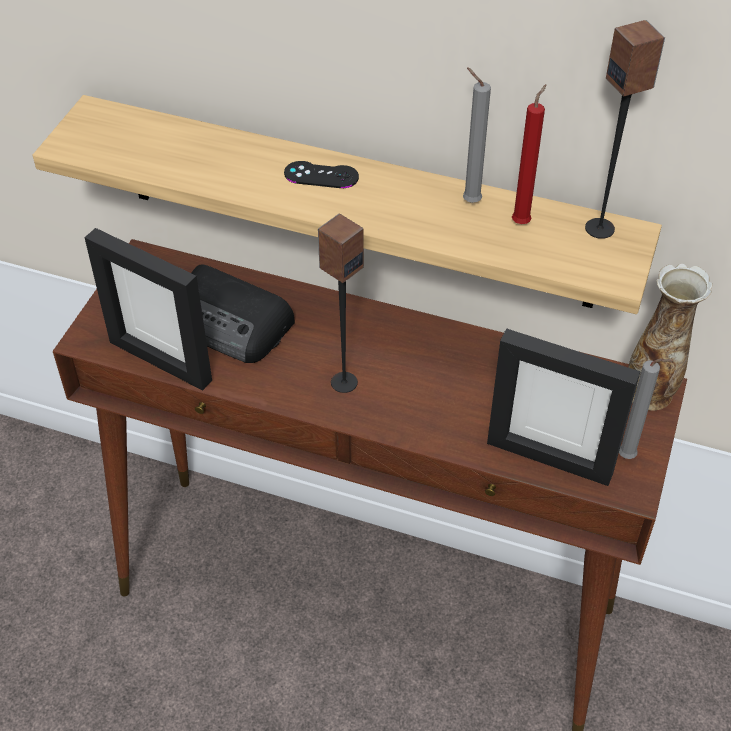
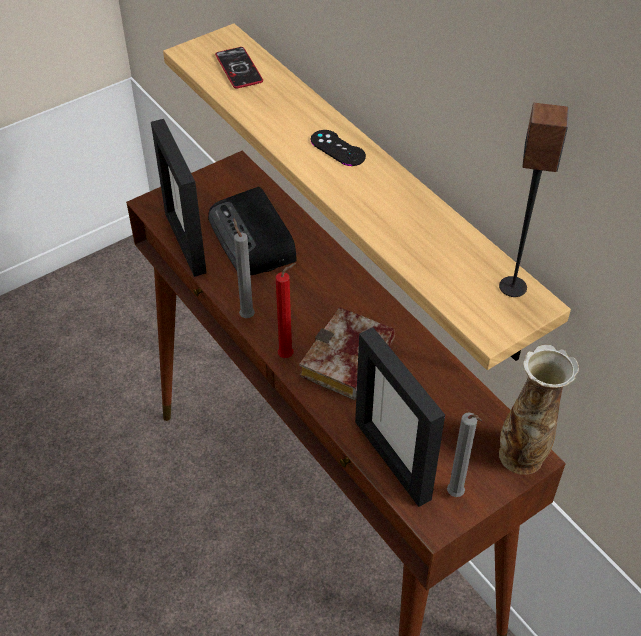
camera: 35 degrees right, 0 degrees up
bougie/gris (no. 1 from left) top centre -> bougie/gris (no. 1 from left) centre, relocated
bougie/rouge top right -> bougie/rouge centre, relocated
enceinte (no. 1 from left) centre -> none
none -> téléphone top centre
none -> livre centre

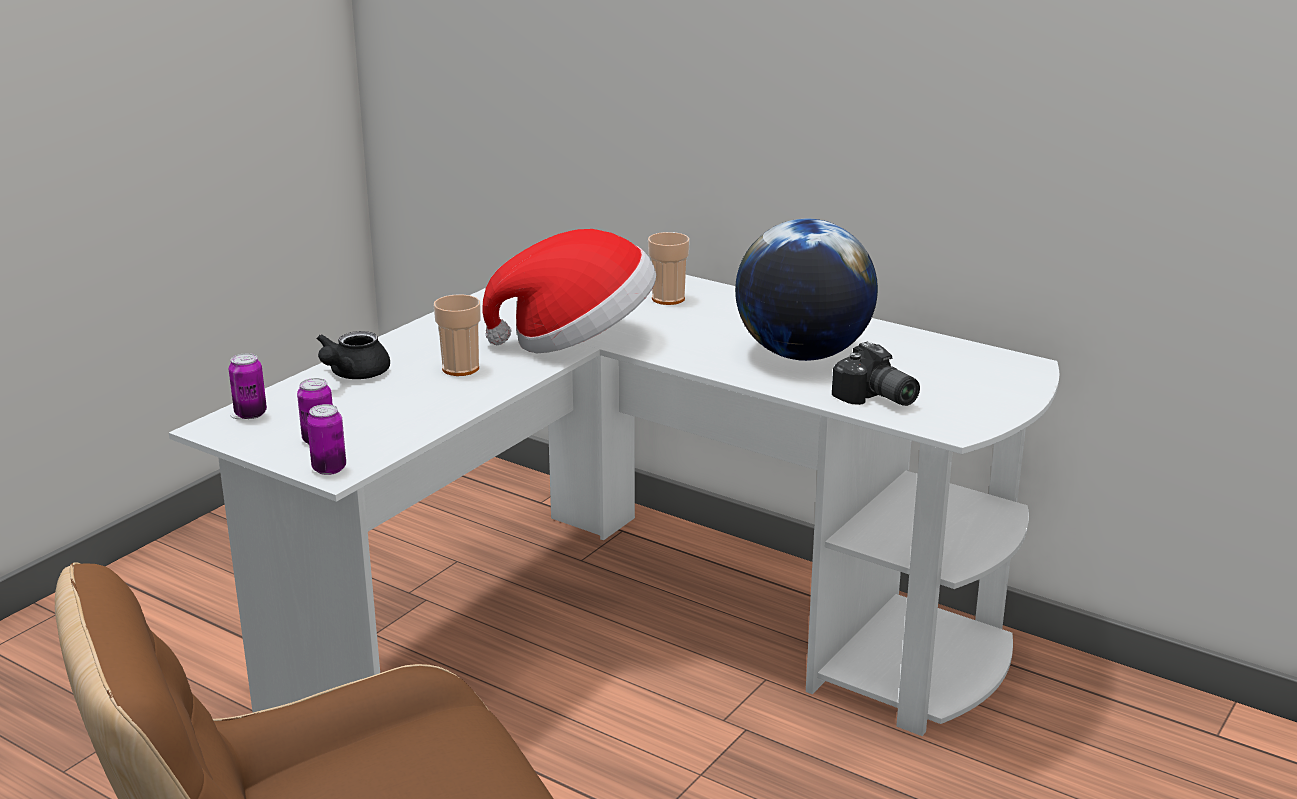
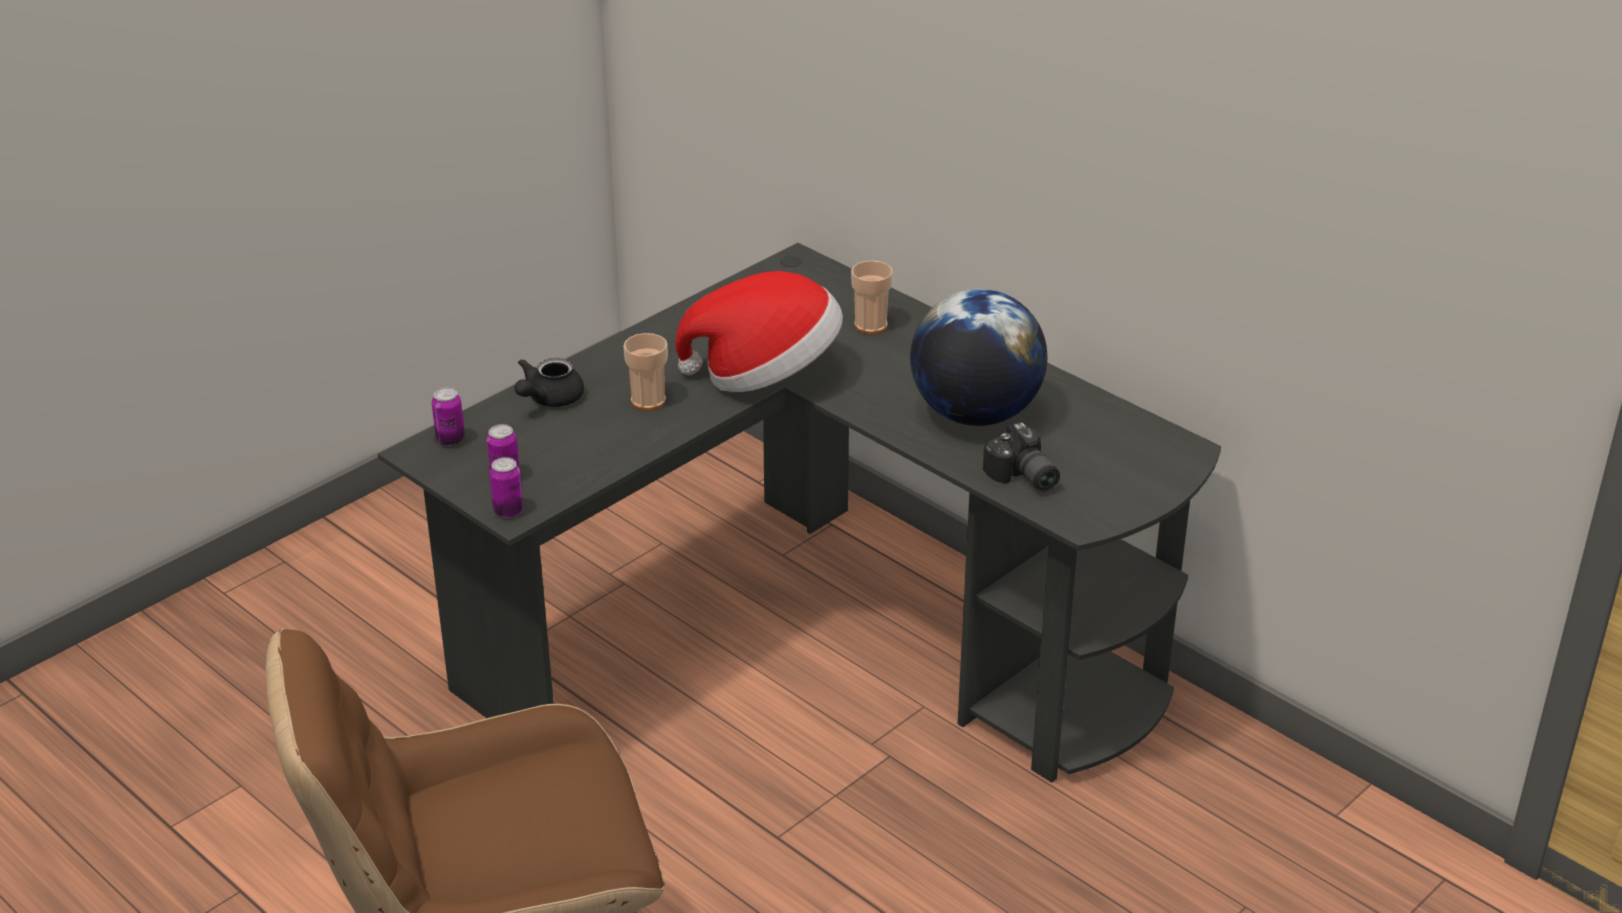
camera: 10 degrees right, 10 degrees up
bureau/blanc centre -> bureau/noir centre

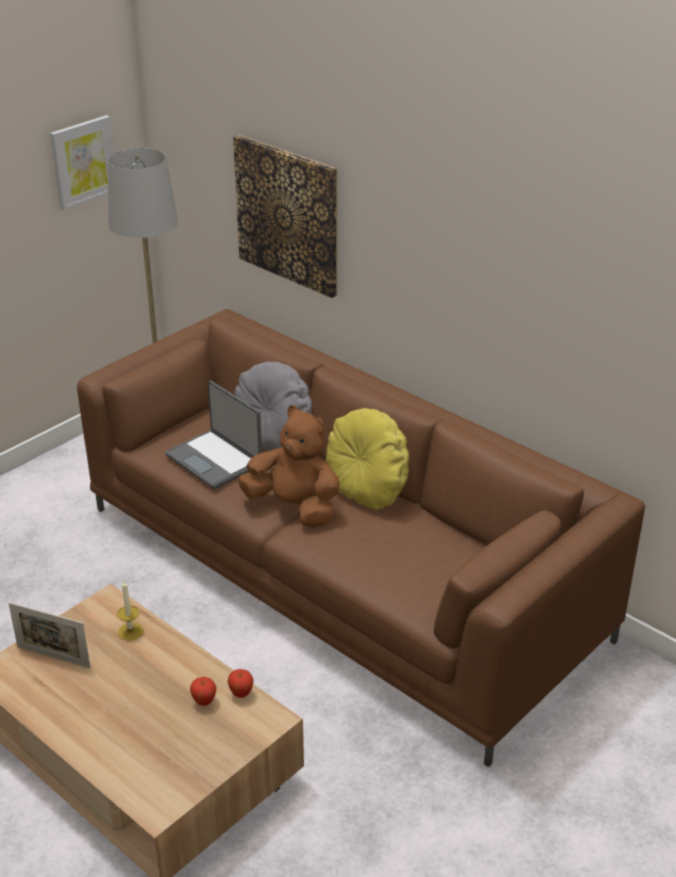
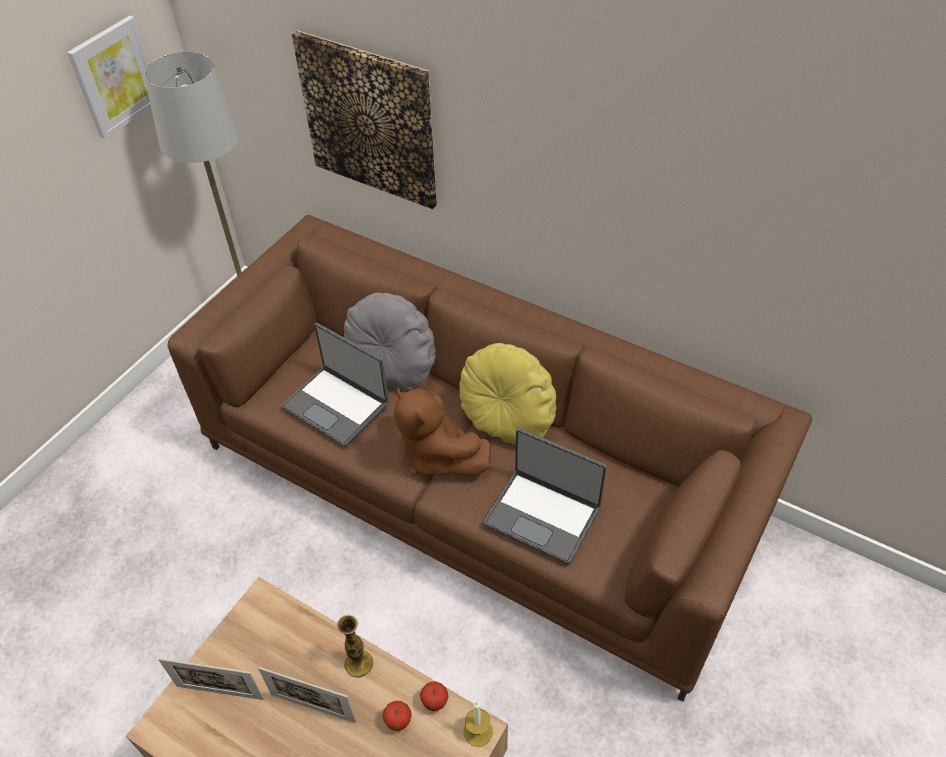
camera: 10 degrees left, 15 degrees up
peluche/marron centre, 150 degrees counterclockwise
bougie bottom left -> bougie bottom centre, relocated
none -> ordinateur portable (no. 2 from left) centre
none -> vase bottom centre
none -> cadre photo (no. 2 from left) bottom left

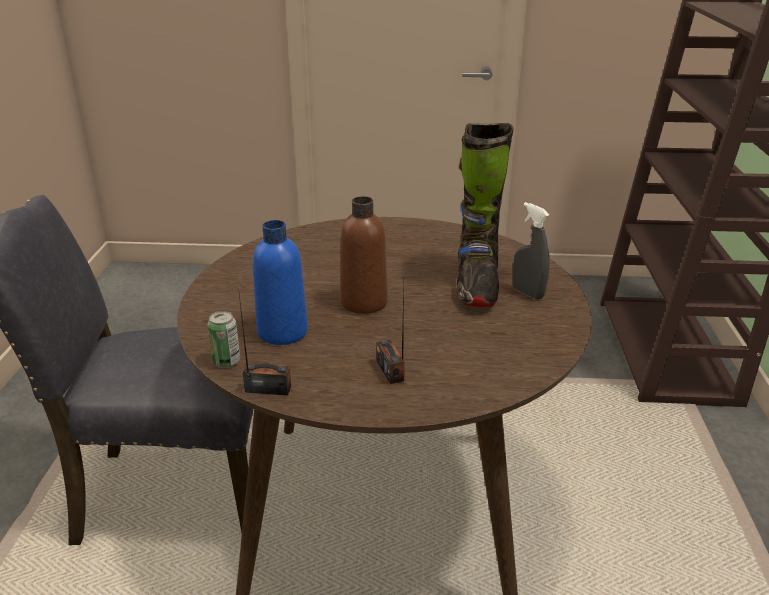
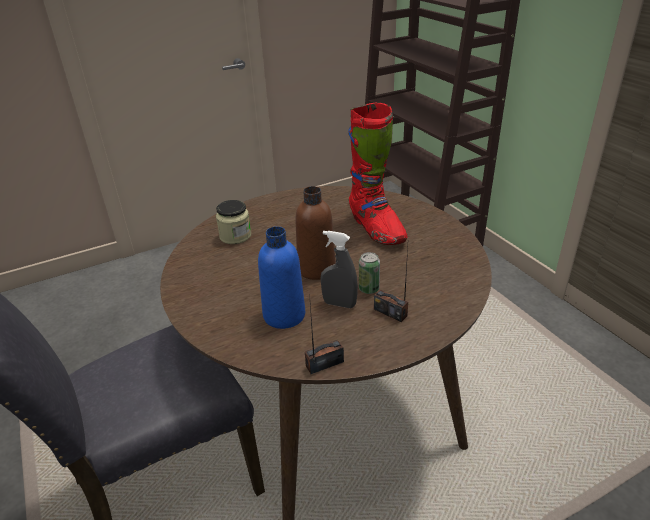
camera: 30 degrees left, 5 degrees up
botte/noir centre -> botte/rouge top centre
vaporisateur/gris middle right -> vaporisateur/gris centre, relocated
boîte métallique middle left -> boîte métallique centre, relocated
none -> bocal centre

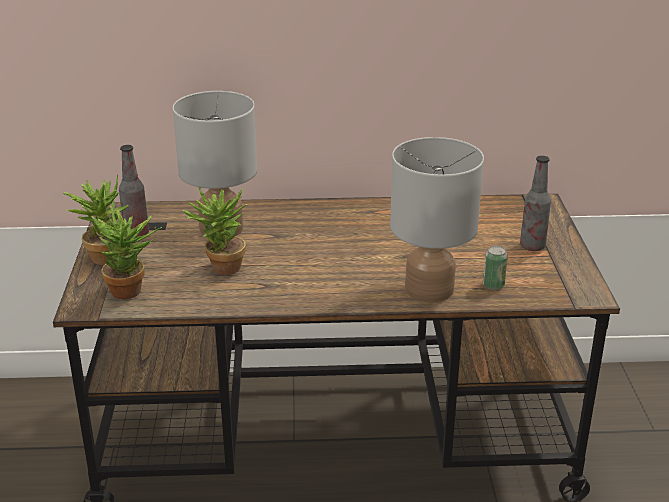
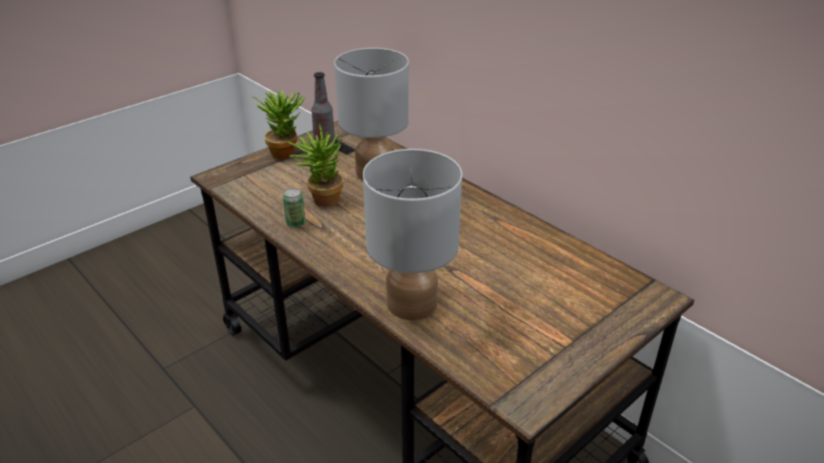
camera: 50 degrees right, 5 degrees up
bouteille (no. 2 from left) middle right -> none
plante en pot (no. 2 from left) middle left -> none
boîte métallique middle right -> boîte métallique centre, relocated

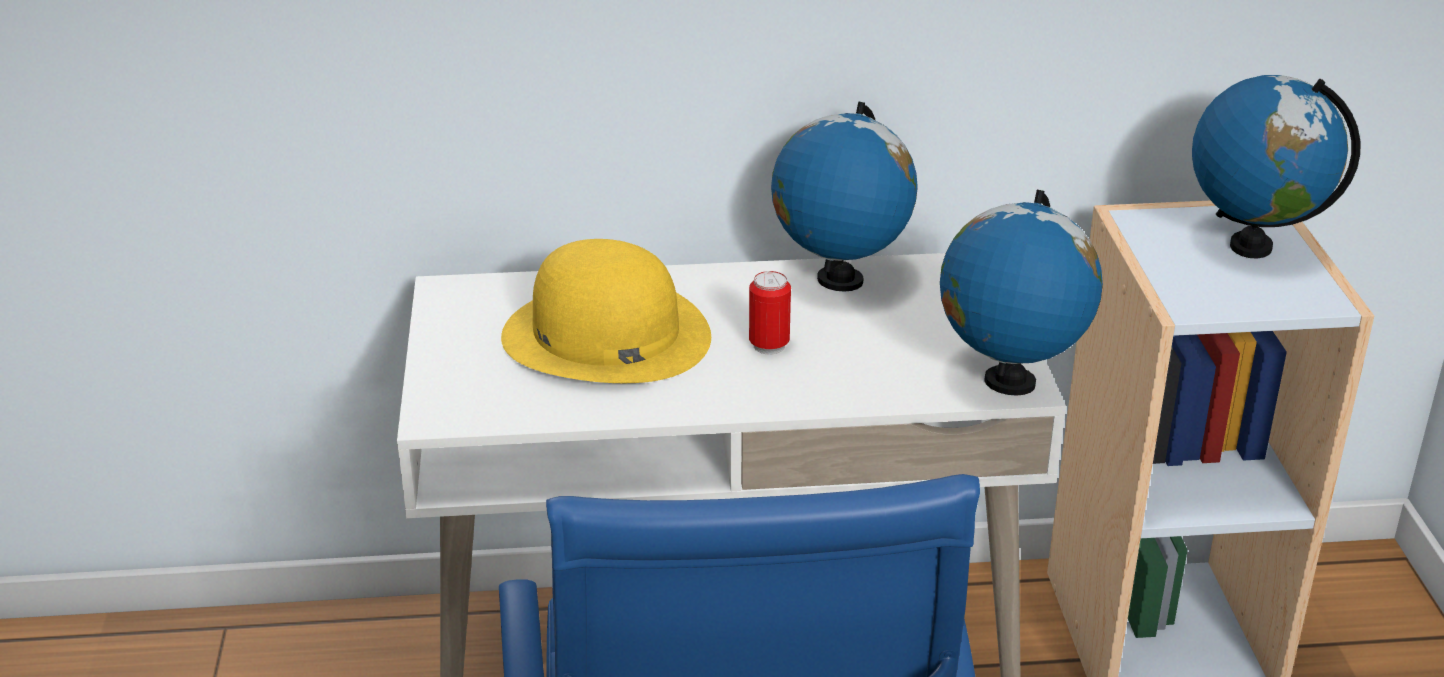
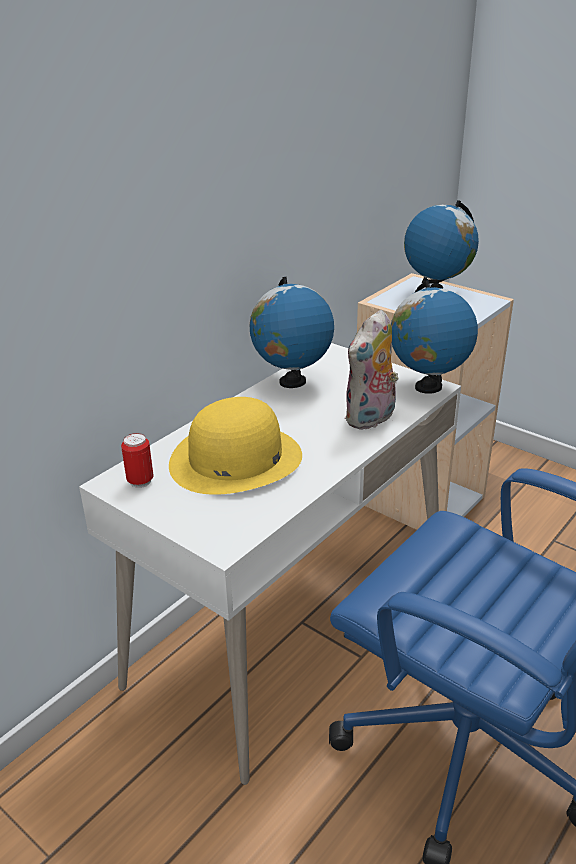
camera: 45 degrees left, 0 degrees up
boîte métallique centre -> boîte métallique middle left, relocated
none -> peluche centre

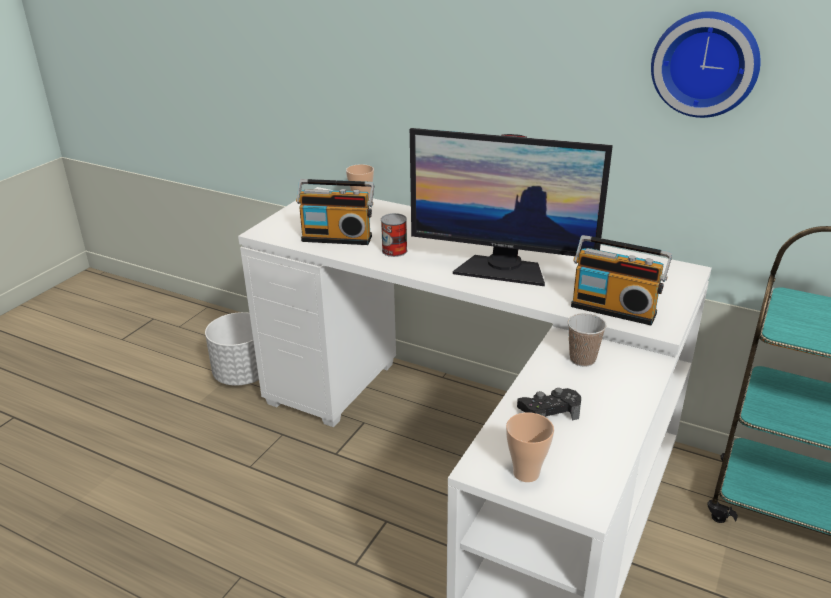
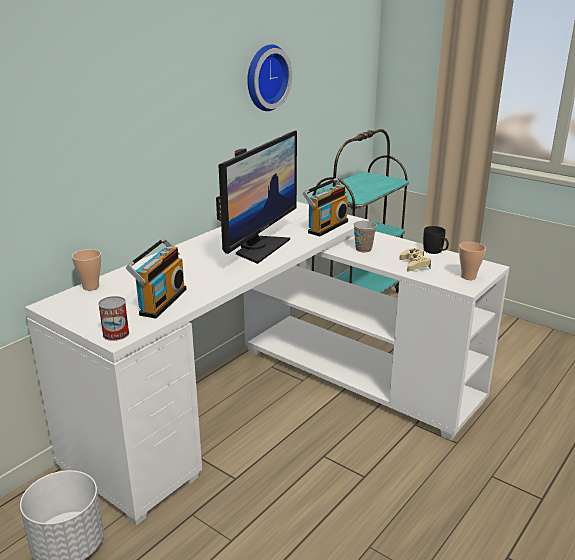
camera: 80 degrees left, 5 degrees down
boîte métallique centre -> boîte métallique middle left, relocated
manette/noir bottom centre -> manette/beige middle right
none -> mug/noir middle right

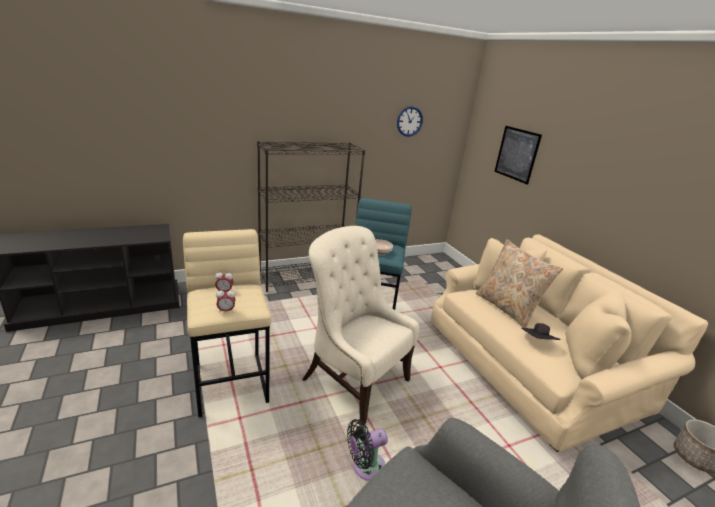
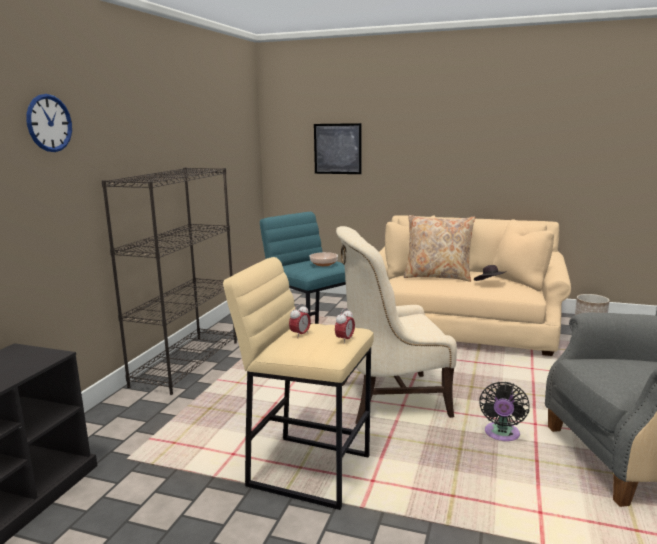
camera: 45 degrees left, 10 degrees down
horloge murale top centre -> horloge murale top left, relocated

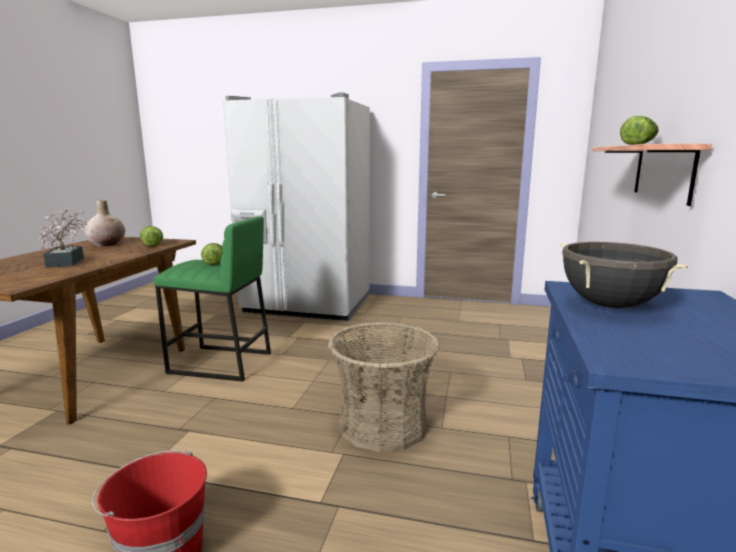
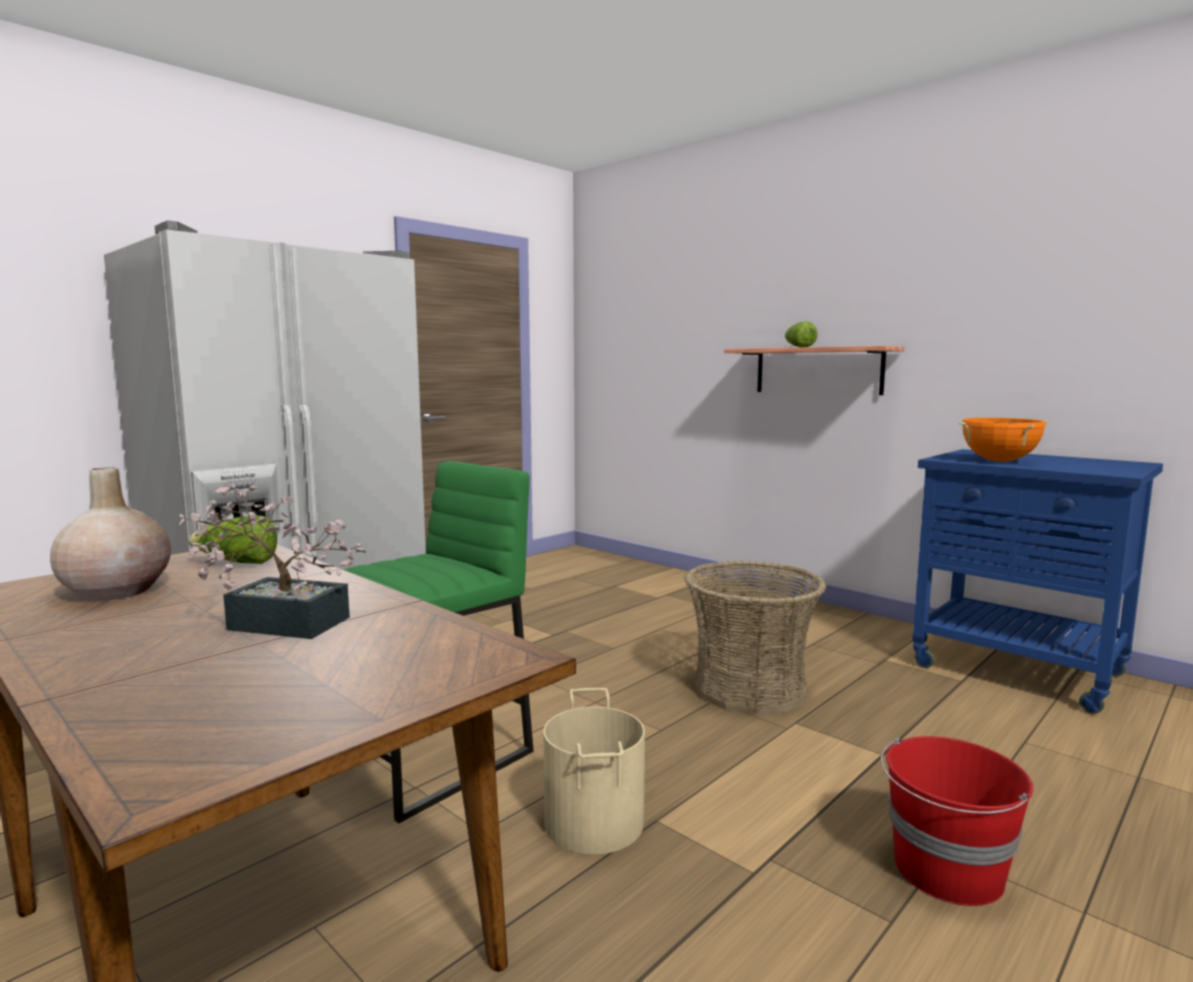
camera: 60 degrees left, 5 degrees down
marmite/noir middle right -> marmite/orange middle right
laitue (no. 2 from left) middle left -> none
none -> seau/beige bottom centre

